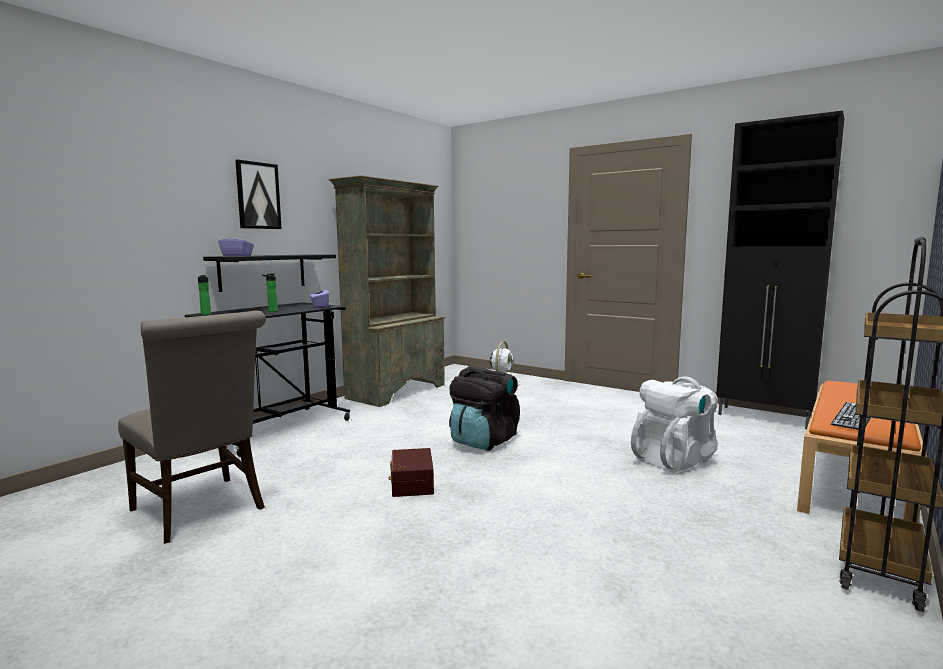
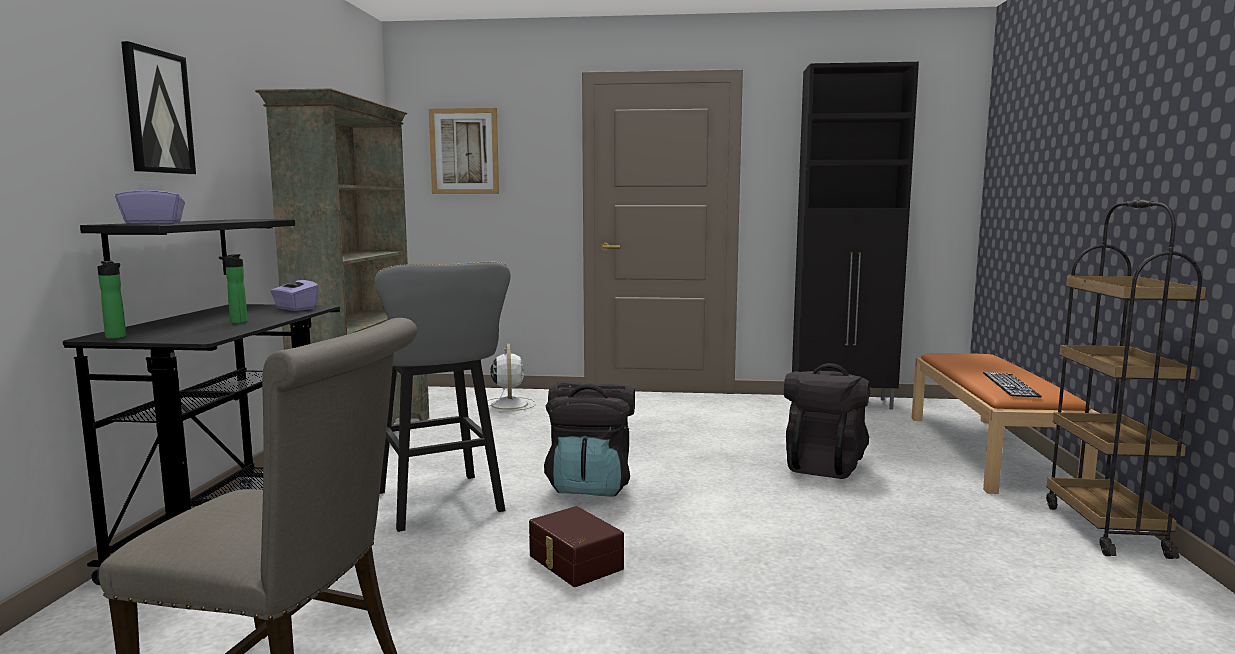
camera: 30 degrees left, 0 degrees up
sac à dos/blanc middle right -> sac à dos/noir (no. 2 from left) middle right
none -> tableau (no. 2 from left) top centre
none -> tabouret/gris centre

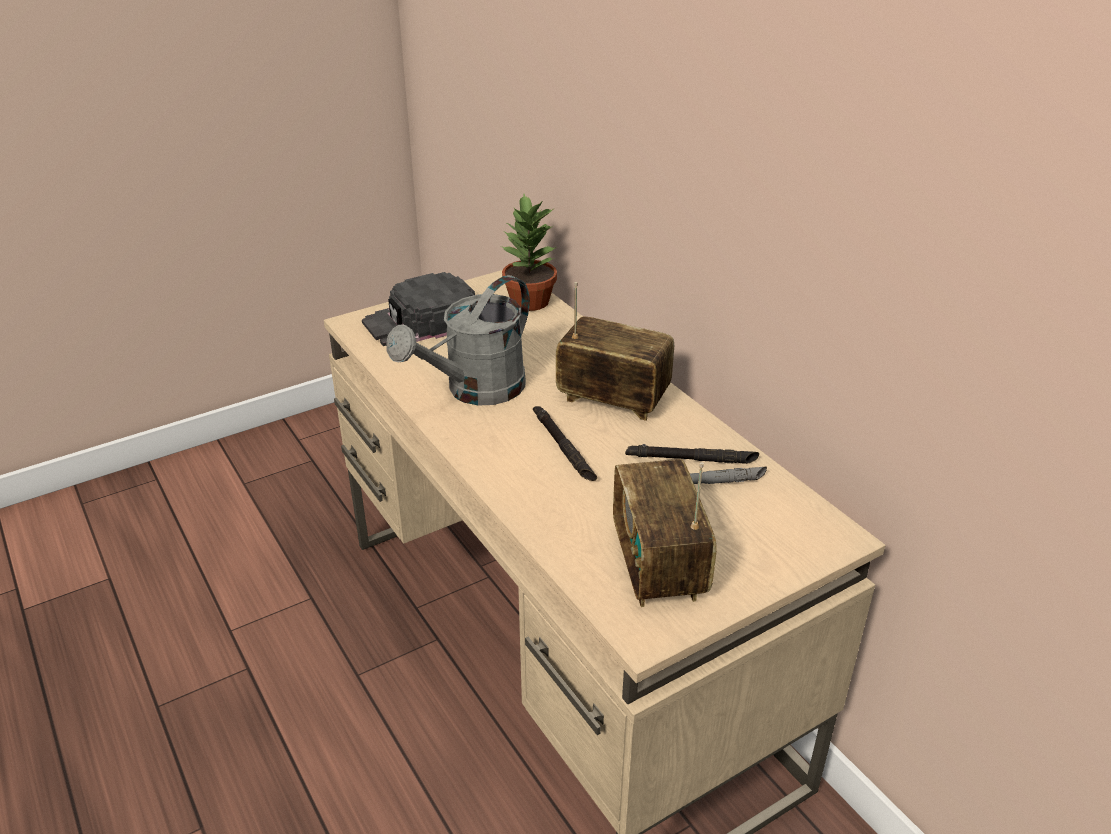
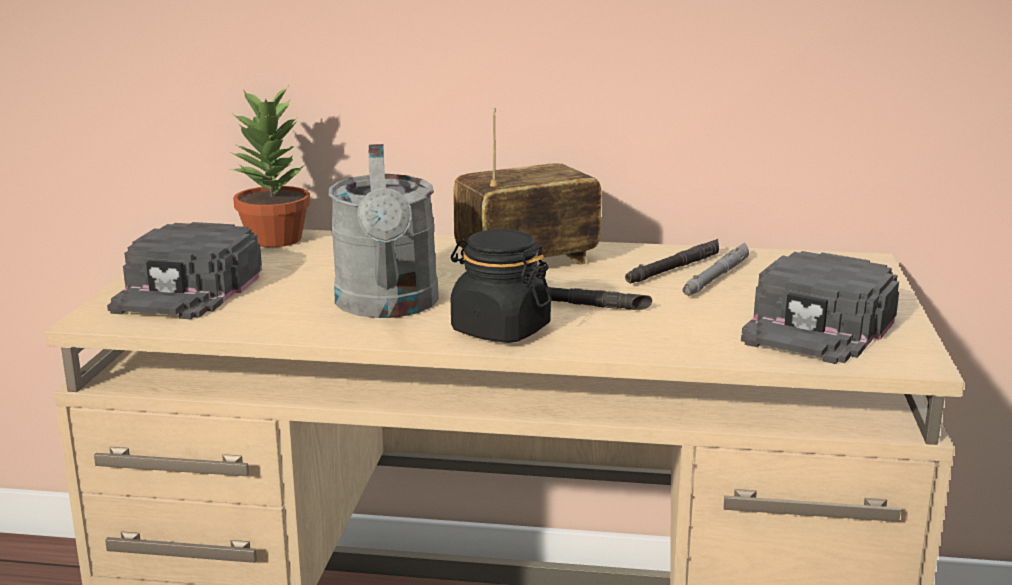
camera: 50 degrees left, 15 degrees down
radio (no. 2 from left) centre -> casquette/noir (no. 2 from left) middle right
none -> bocal/noir centre

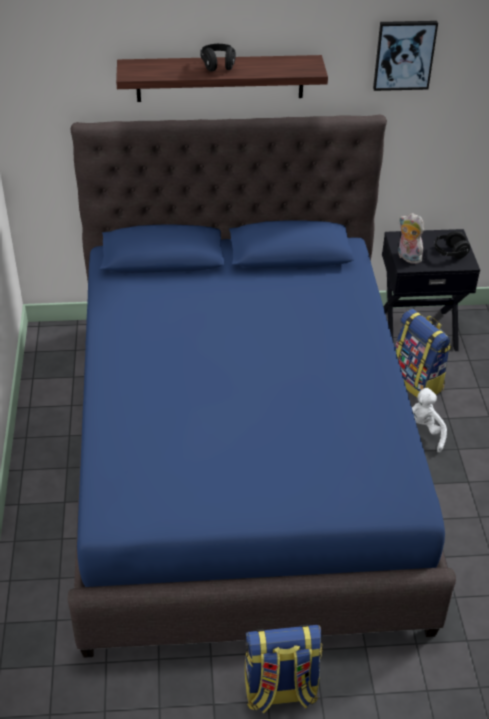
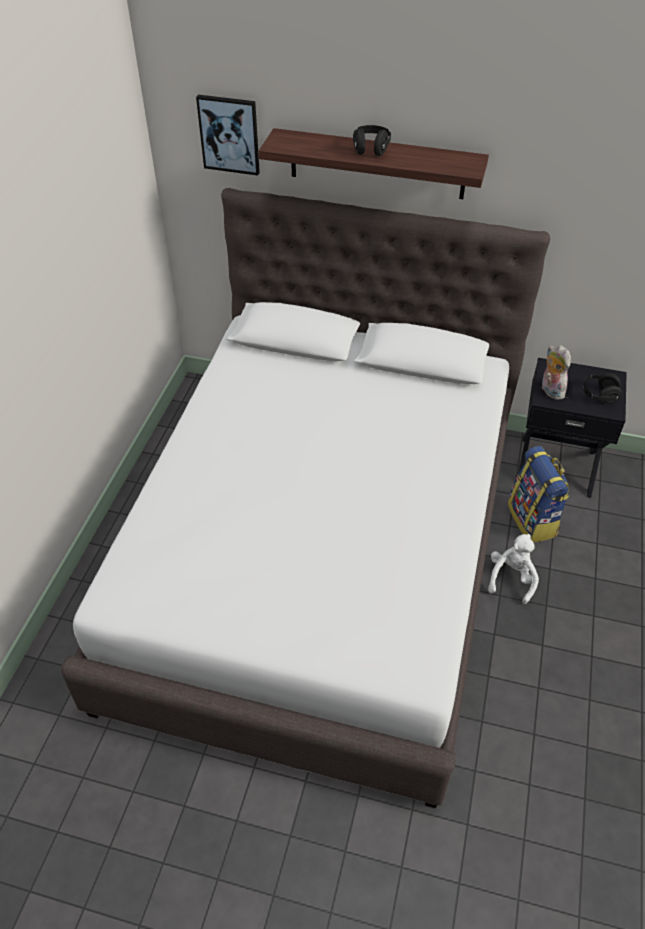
camera: 20 degrees right, 5 degrees up
tableau top right -> tableau top centre, relocated
lit/bleu centre -> lit/blanc centre
sac à dos (no. 1 from left) bottom centre -> none

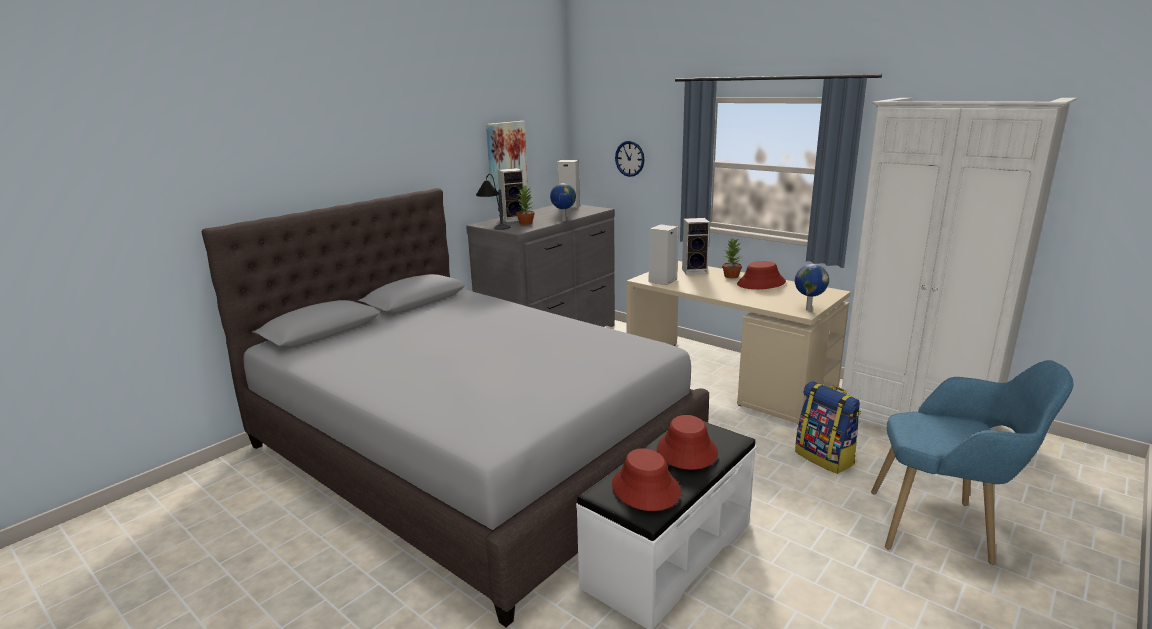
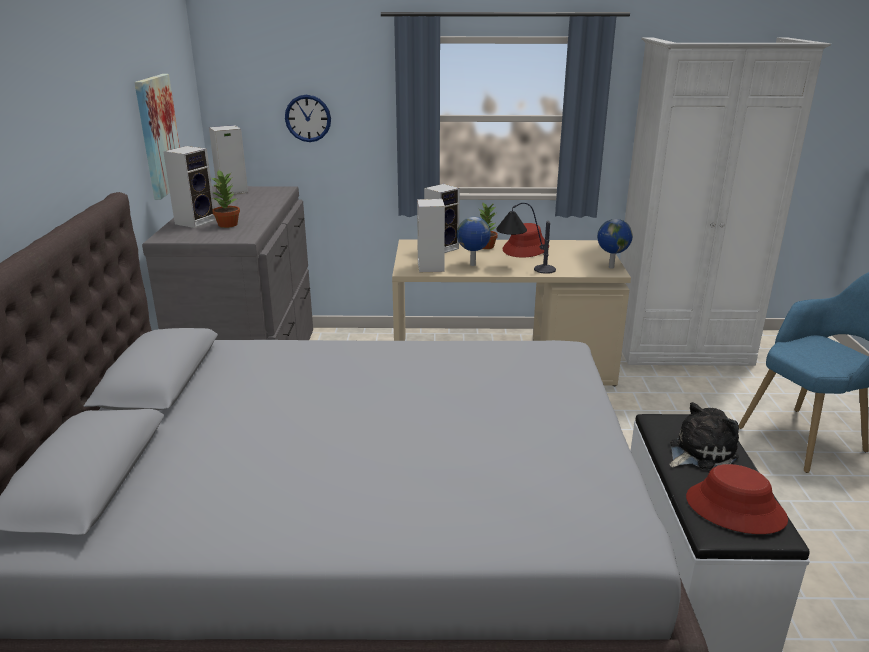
camera: 40 degrees left, 5 degrees up
lampe de table top centre -> lampe de table centre, relocated
globe (no. 1 from left) top centre -> globe (no. 1 from left) centre, relocated
sac à dos bottom right -> none
chapeau/rouge (no. 2 from left) bottom centre -> peluche bottom right

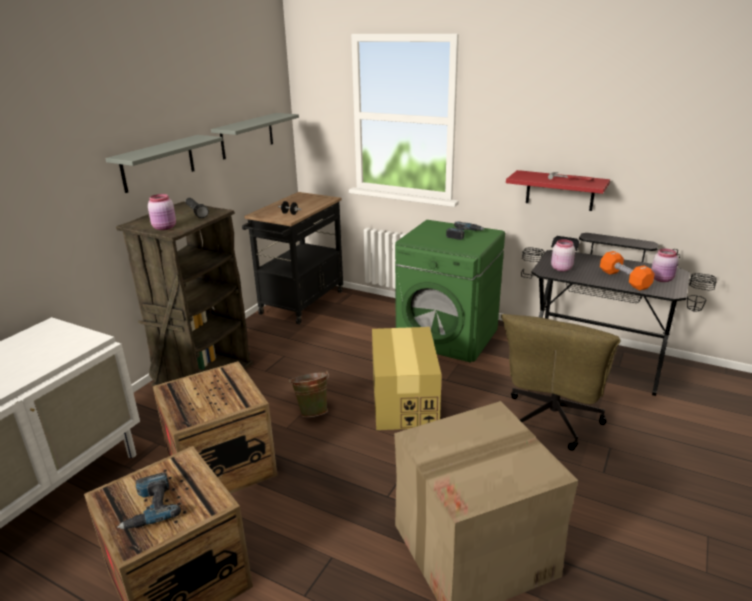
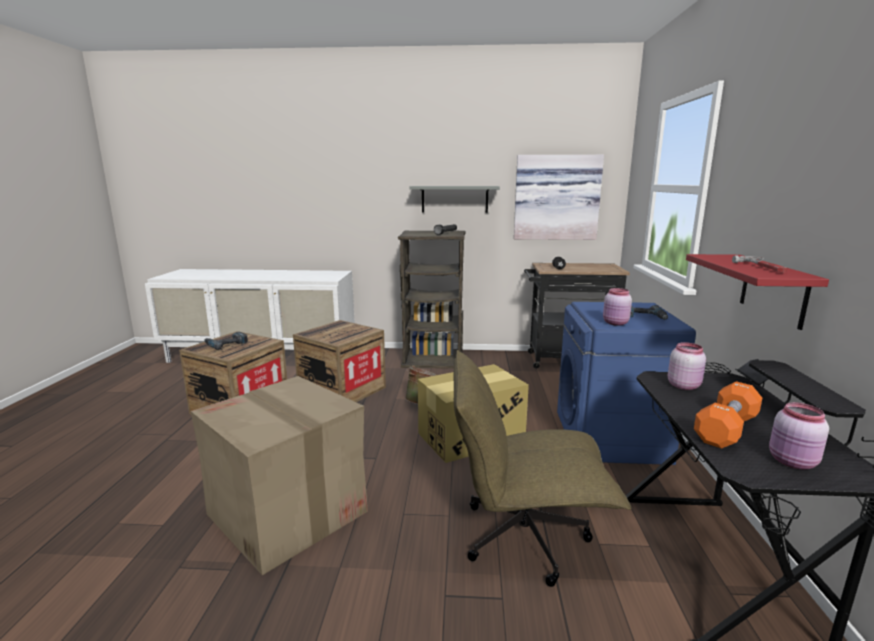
camera: 65 degrees right, 10 degrees down
étagère/gris (no. 2 from left) top centre -> tableau top centre
bocal/rose (no. 1 from left) middle left -> bocal/rose (no. 1 from left) middle right, relocated
lave-linge/vert centre -> lave-linge/bleu middle right

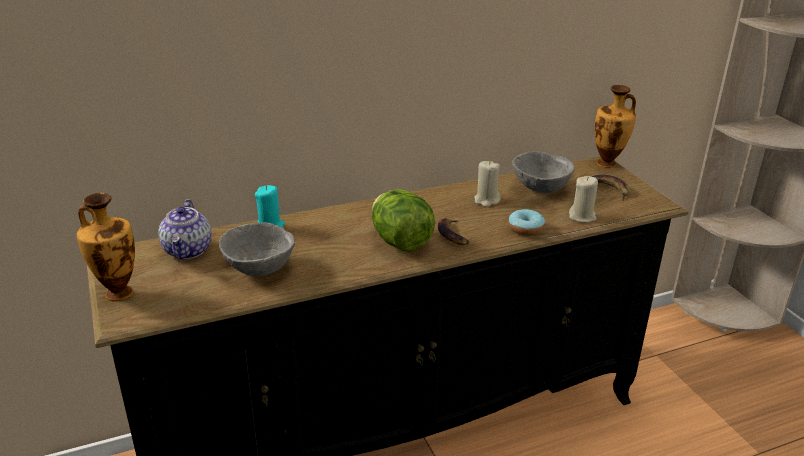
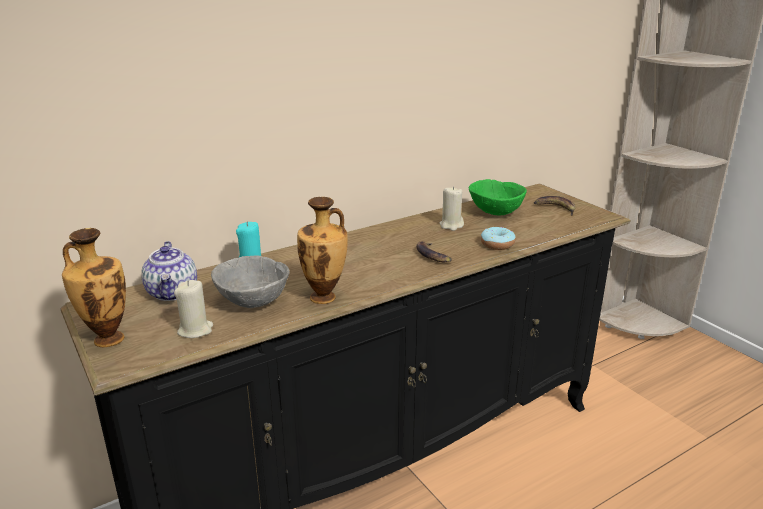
camera: 10 degrees left, 5 degrees down
vase (no. 2 from left) top right -> vase (no. 2 from left) centre, relocated
bol/gris (no. 2 from left) middle right -> bol/vert centre
bougie/beige (no. 2 from left in the first image) middle right -> bougie/beige (no. 1 from left) middle left, relocated
laitue centre -> none

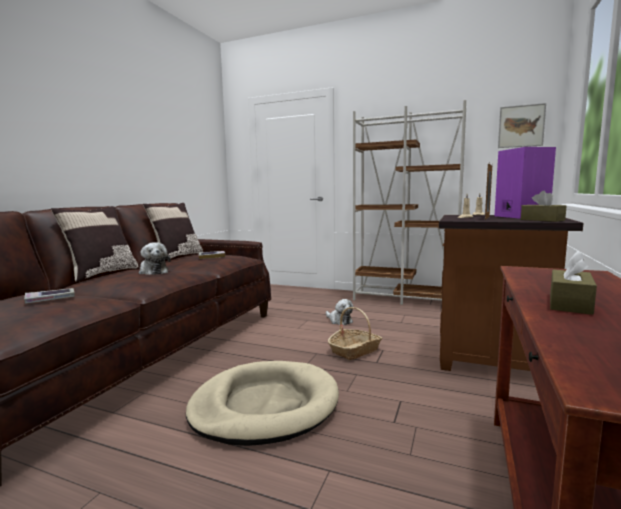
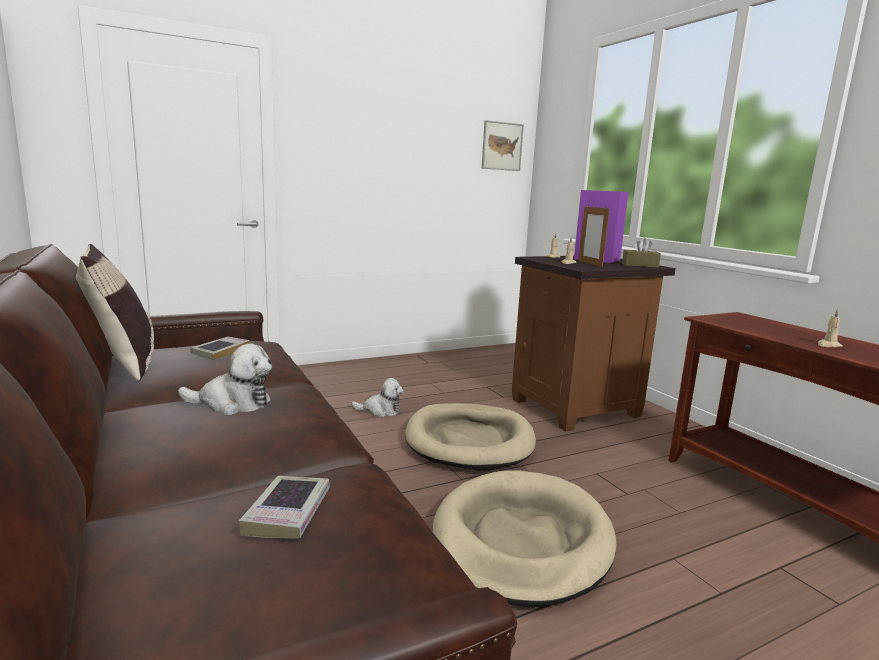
camera: 50 degrees left, 5 degrees up
bibliothèque/marron centre -> none
coussin (no. 1 from left) middle left -> none
boîte à mouchoirs/marron (no. 2 from left) middle right -> bougie/beige (no. 3 from left) middle right
panier centre -> panier pour chien/beige (no. 1 from left) centre

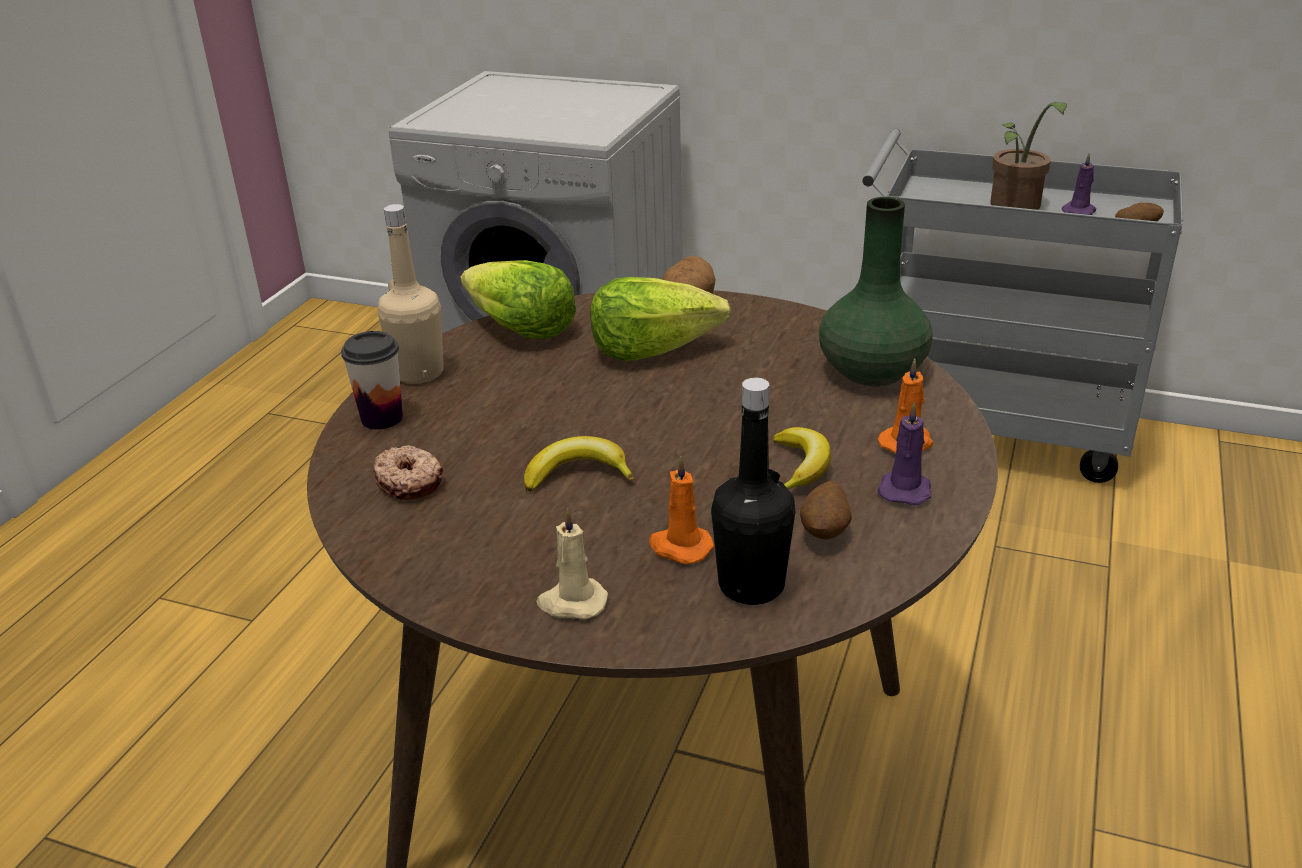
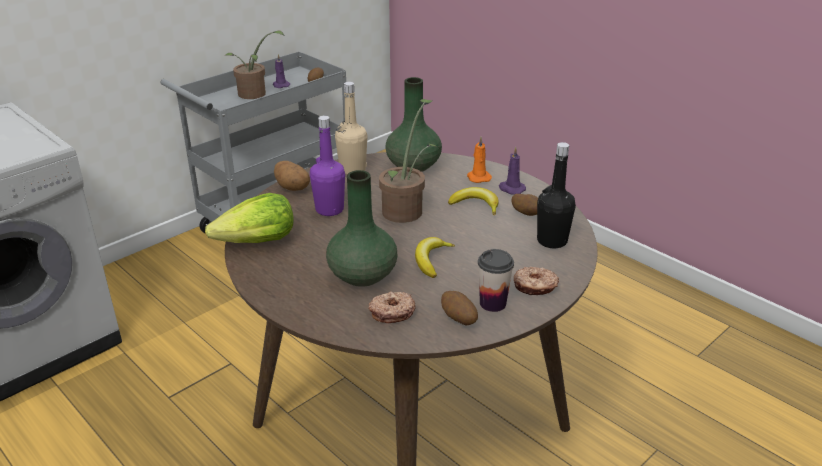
camera: 65 degrees left, 0 degrees up
bouteille/beige middle left -> bouteille/beige top centre, relocated
laitue (no. 2 from left) centre -> bouteille/violet centre
tasse middle left -> tasse centre, relocated
bougie/orange (no. 1 from left) centre -> none
bougie/beige centre -> beignet (no. 2 from left) centre
none -> plante en pot (no. 2 from left) centre
none -> vase/vert (no. 1 from left) centre
none -> pomme de terre (no. 3 from left) centre

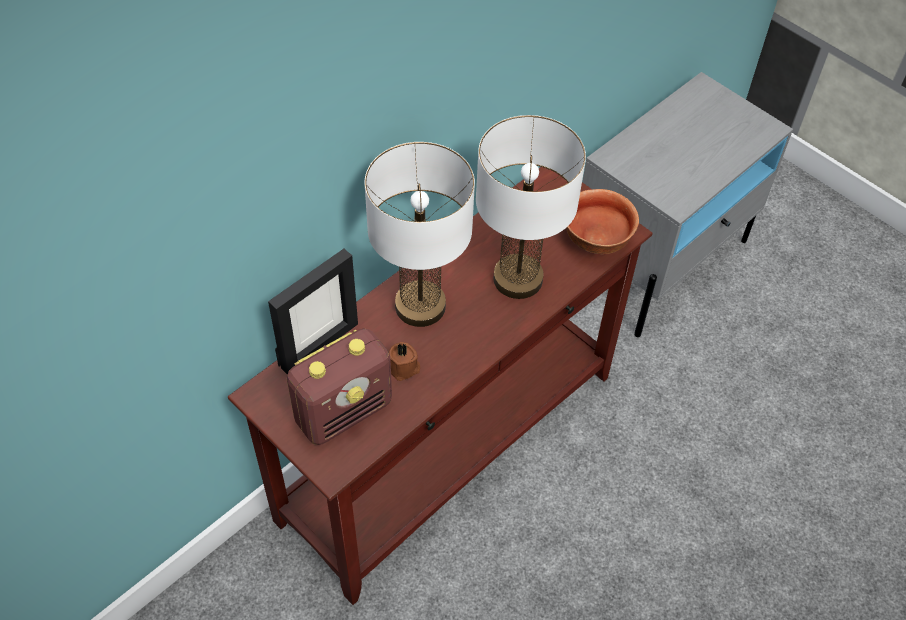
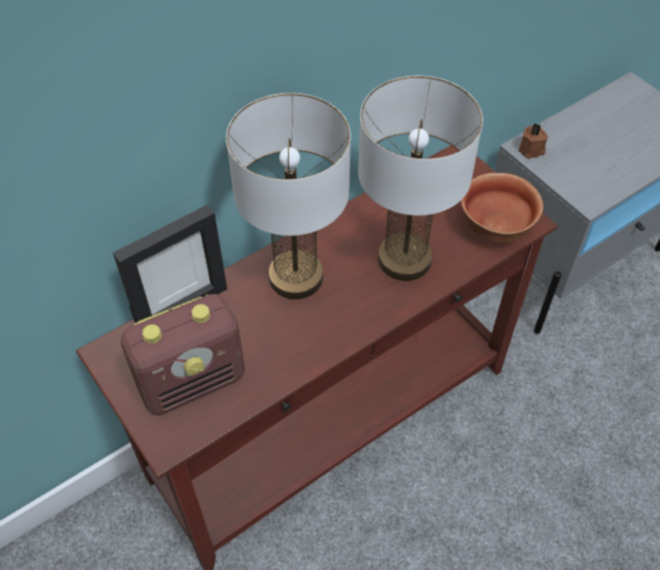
camera: 10 degrees right, 0 degrees up
bougie/marron centre -> bougie/marron top right, relocated

